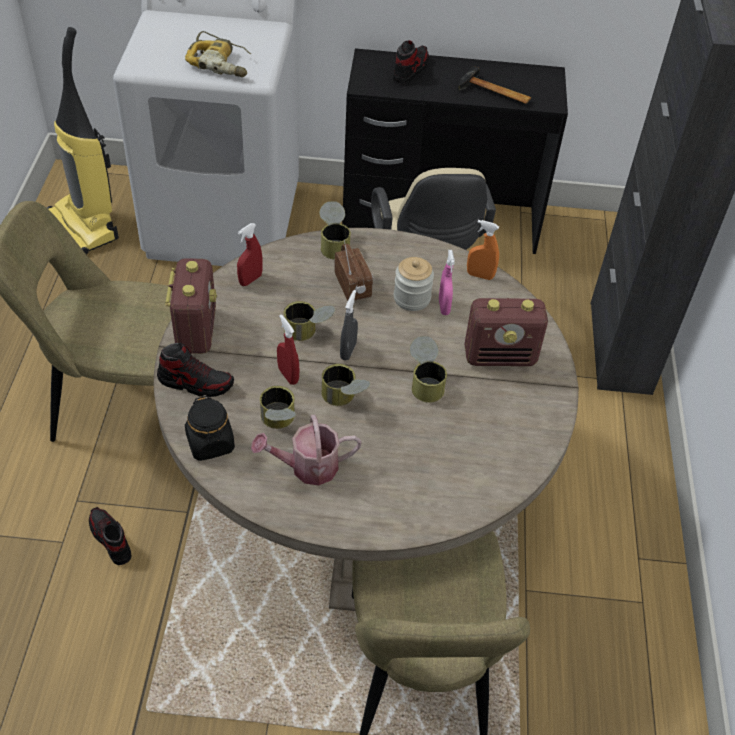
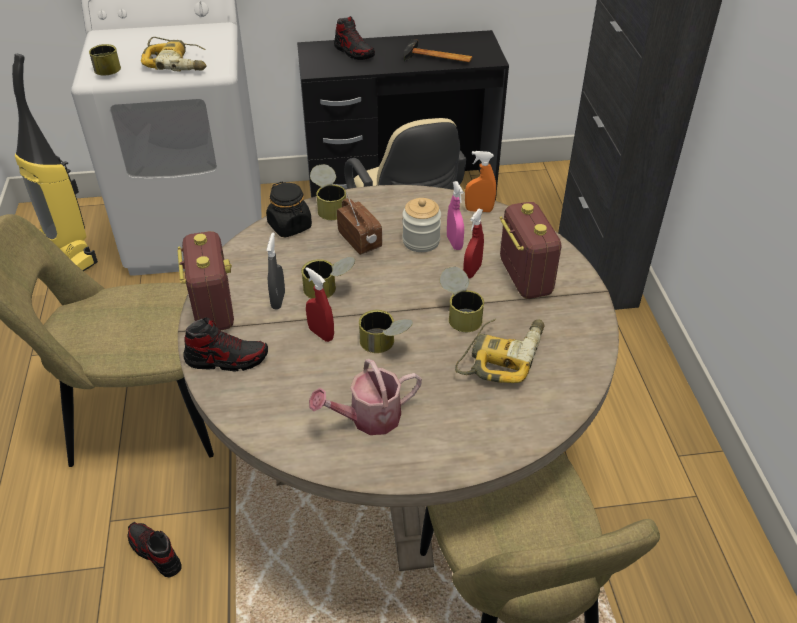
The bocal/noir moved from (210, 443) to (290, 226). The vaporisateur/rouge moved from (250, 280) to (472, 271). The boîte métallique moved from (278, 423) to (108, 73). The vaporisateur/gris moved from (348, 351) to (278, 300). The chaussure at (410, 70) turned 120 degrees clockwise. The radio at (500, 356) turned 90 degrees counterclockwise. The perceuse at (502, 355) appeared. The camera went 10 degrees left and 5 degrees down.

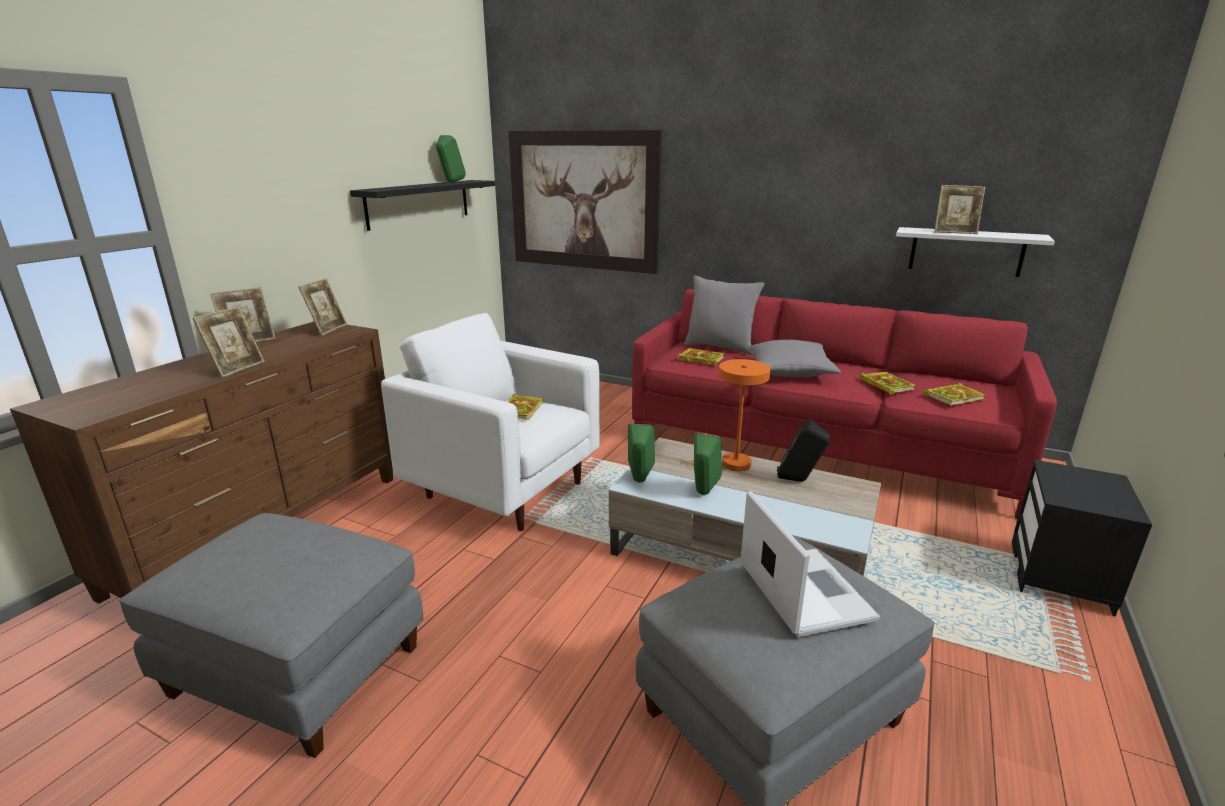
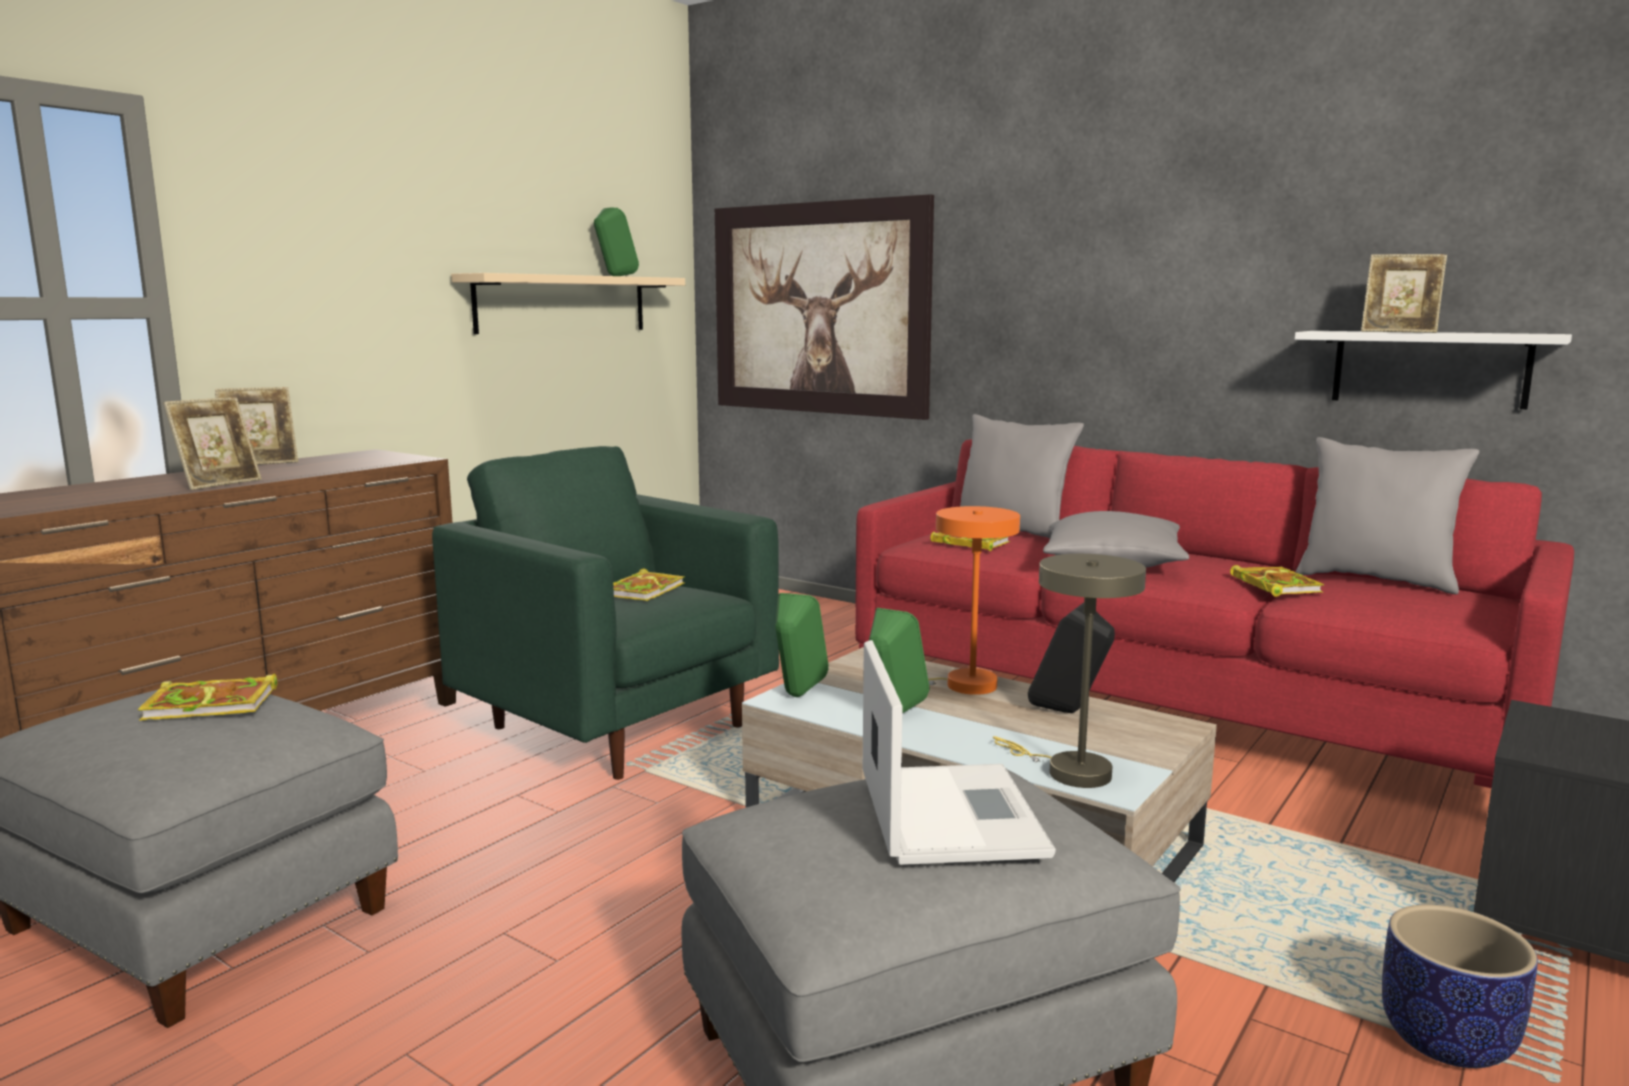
The cadre photo at (328, 329) disappeared. The étagère/noir at (419, 203) became the étagère/beige at (562, 304). The fauteuil/blanc at (504, 489) became the fauteuil/vert at (617, 726). The livre moved from (954, 397) to (214, 704). The lampe de table/beige at (1069, 771) appeared. The coussin/gris at (1376, 580) appeared. The cache-pot at (1444, 1039) appeared. The camera went 10 degrees right and 10 degrees down.

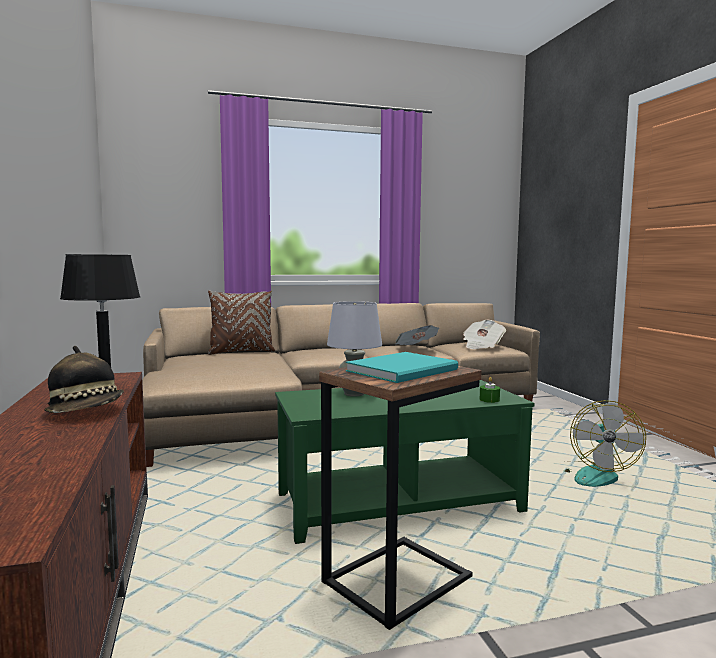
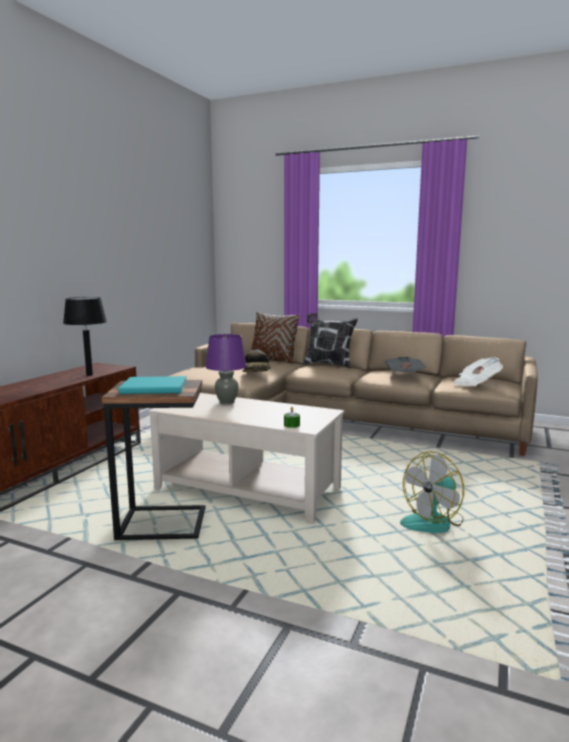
The chapeau moved from (87, 411) to (257, 374). The table basse/vert at (399, 503) became the table basse/beige at (248, 489). The lampe de table/gris at (354, 394) became the lampe de table/violet at (227, 402). The coussin at (328, 364) appeared. The camera went 40 degrees right and 5 degrees up.

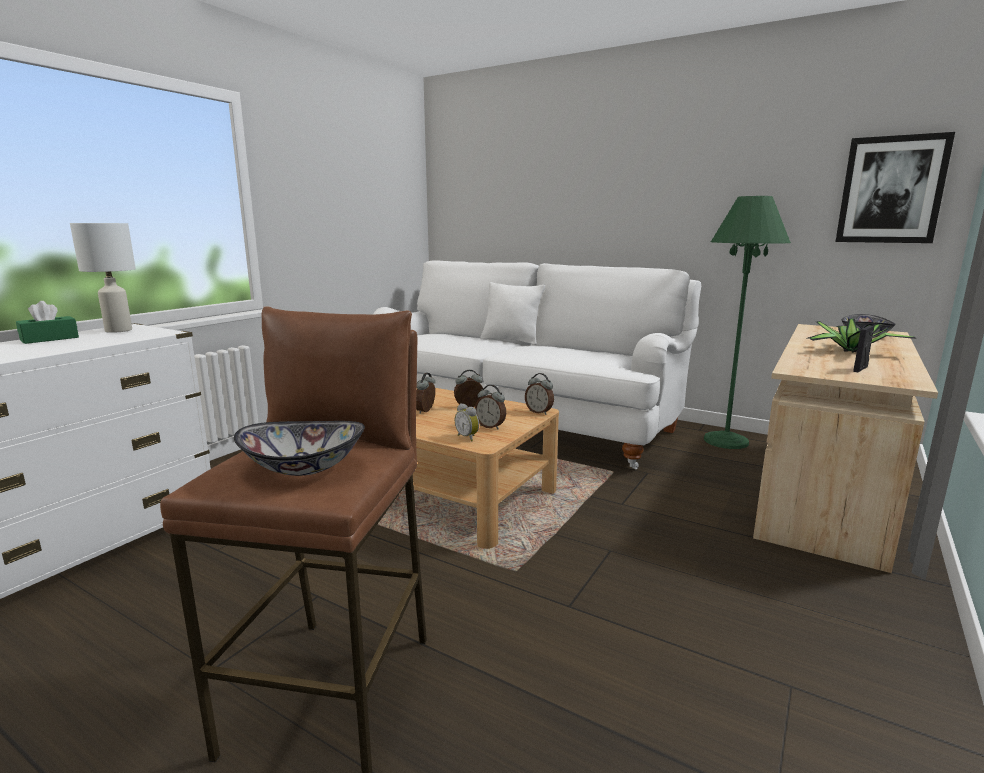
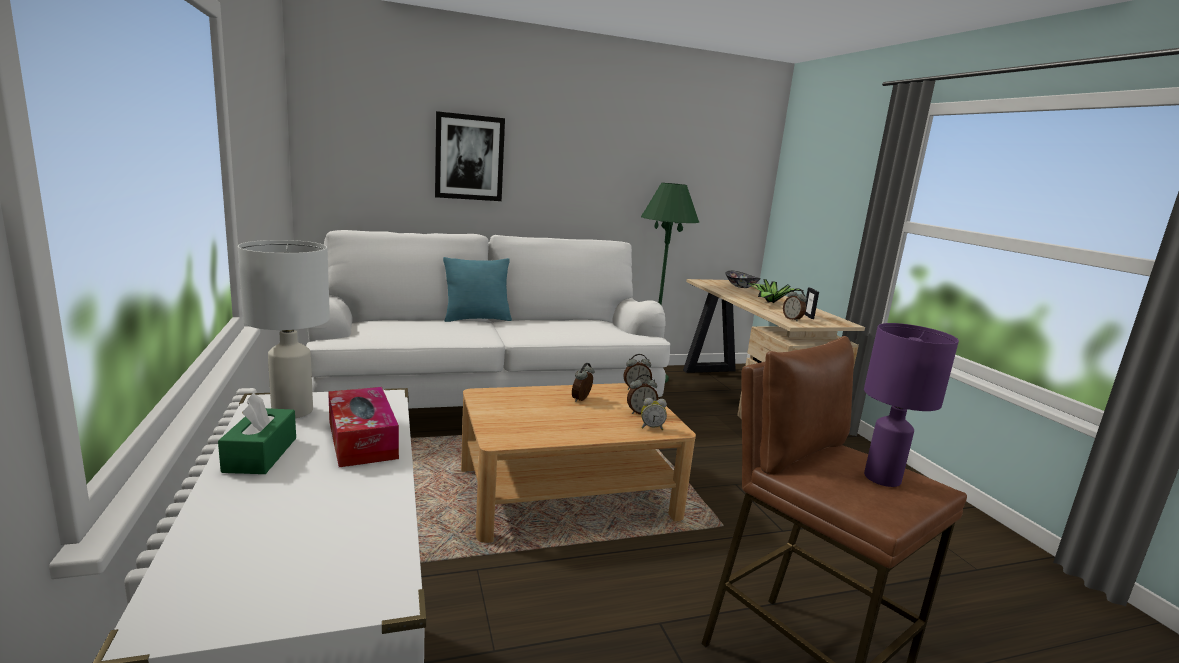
The bol at (303, 468) was replaced by the lampe de table/violet at (883, 479). The réveil moved from (426, 411) to (792, 319). The coussin/blanc at (511, 340) became the coussin/turquoise at (477, 319). The tableau moved from (891, 190) to (469, 157). The boîte à mouchoirs at (362, 439) appeared. The camera went 50 degrees left and 0 degrees up.

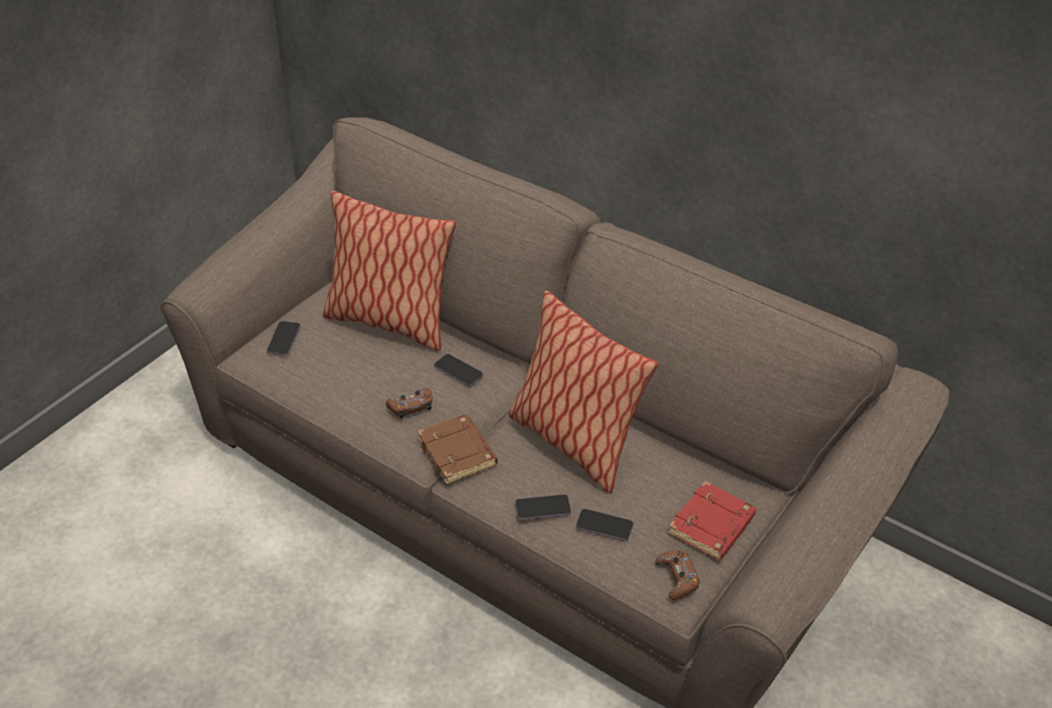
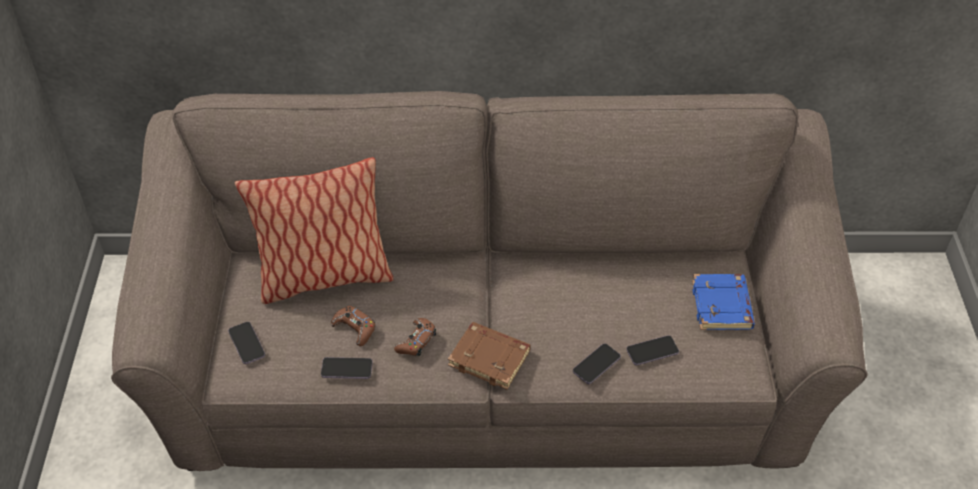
The téléphone moved from (458, 371) to (347, 369). The coussin at (572, 442) disappeared. The manette/marron moved from (677, 578) to (354, 328). The livre/rouge at (712, 526) became the livre/bleu at (723, 306). The camera went 35 degrees left and 5 degrees up.

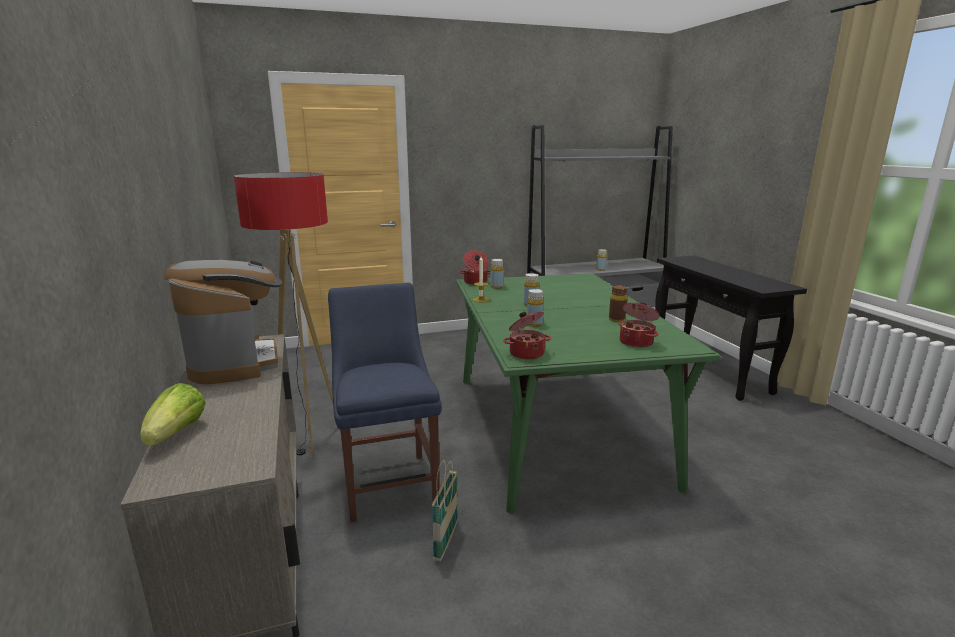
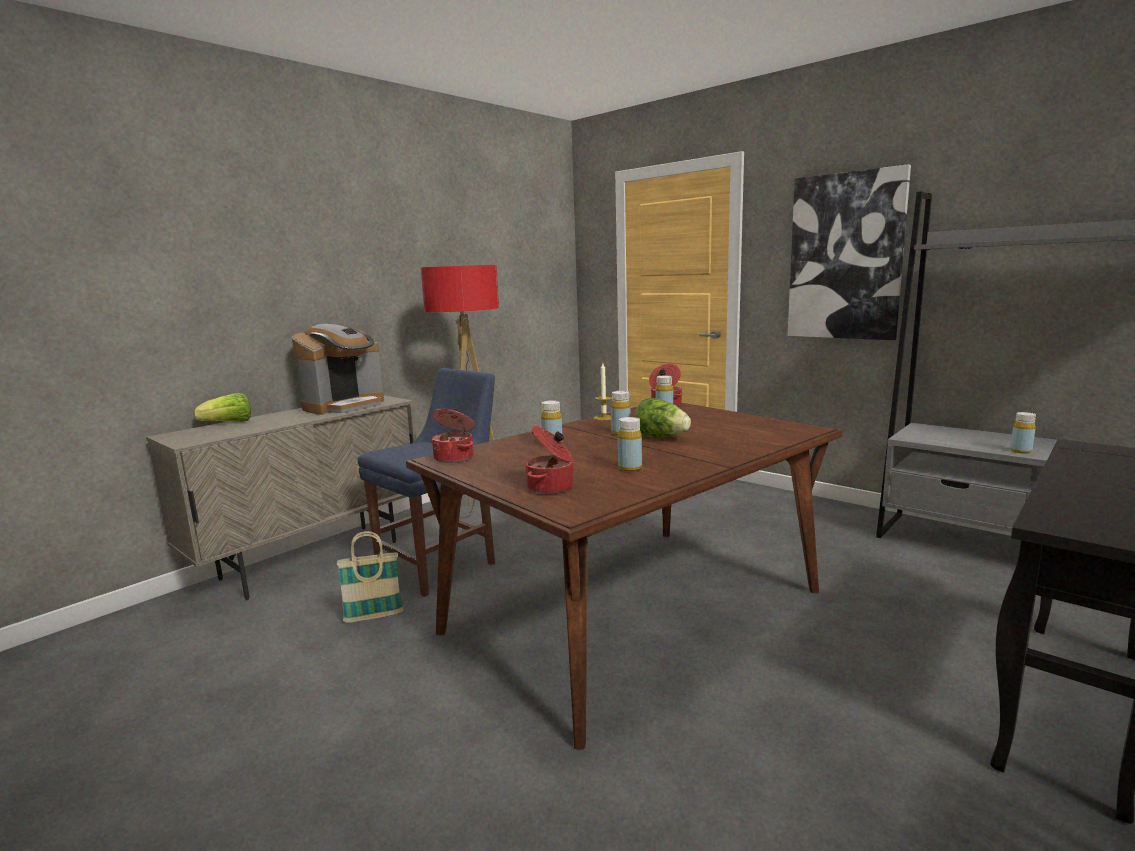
The table à manger/vert at (553, 426) became the table à manger/marron at (635, 610). The bouteille/marron at (616, 320) became the bouteille/jaune at (630, 468). The laitue at (661, 437) appeared. The tableau at (845, 257) appeared. The camera went 60 degrees right and 5 degrees down.

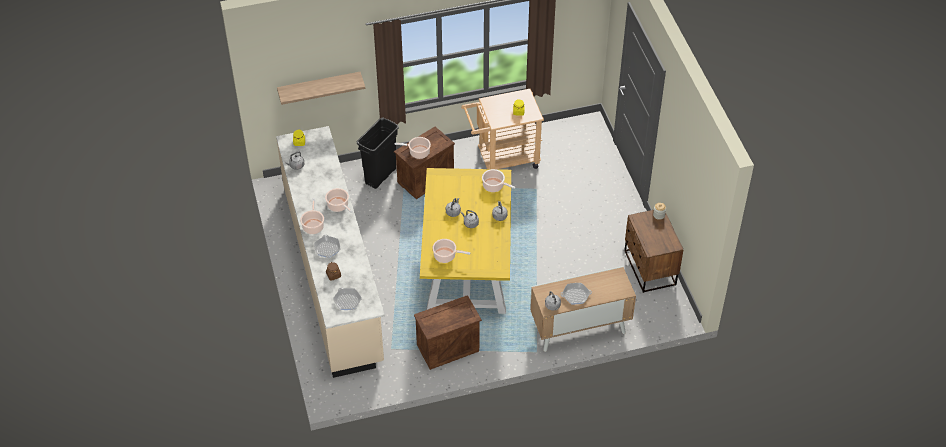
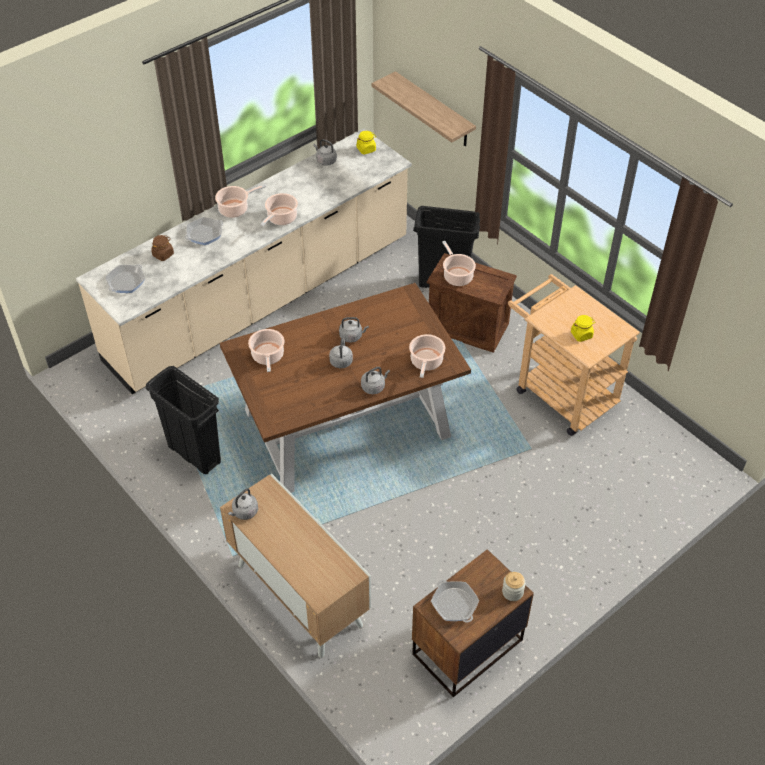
The caisse at (447, 348) was replaced by the poubelle/noir at (194, 454). The table à manger/jaune at (468, 266) became the table à manger/marron at (346, 424). The poêle moved from (575, 295) to (454, 604). The camera went 65 degrees right and 0 degrees up.

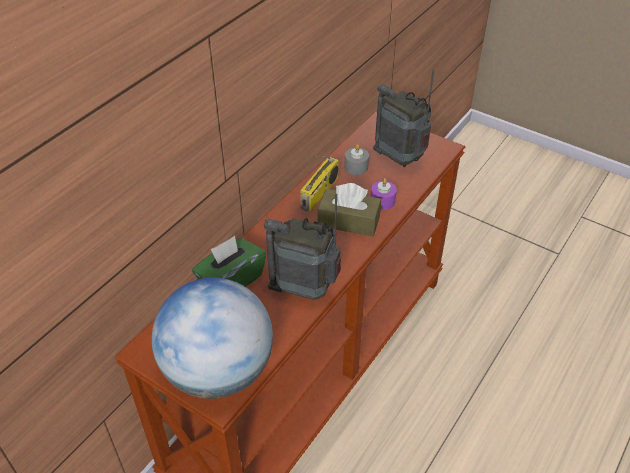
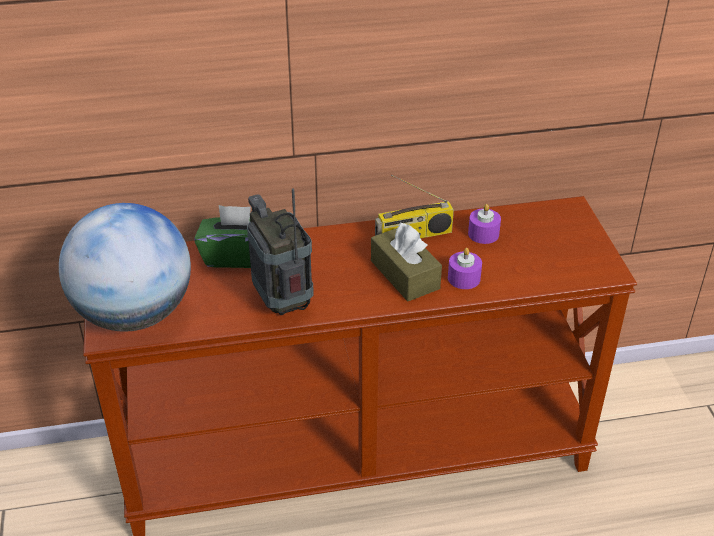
The bougie/gris at (356, 167) became the bougie/violet at (483, 234). The radio at (400, 159) disappeared. The camera went 45 degrees right and 5 degrees down.

